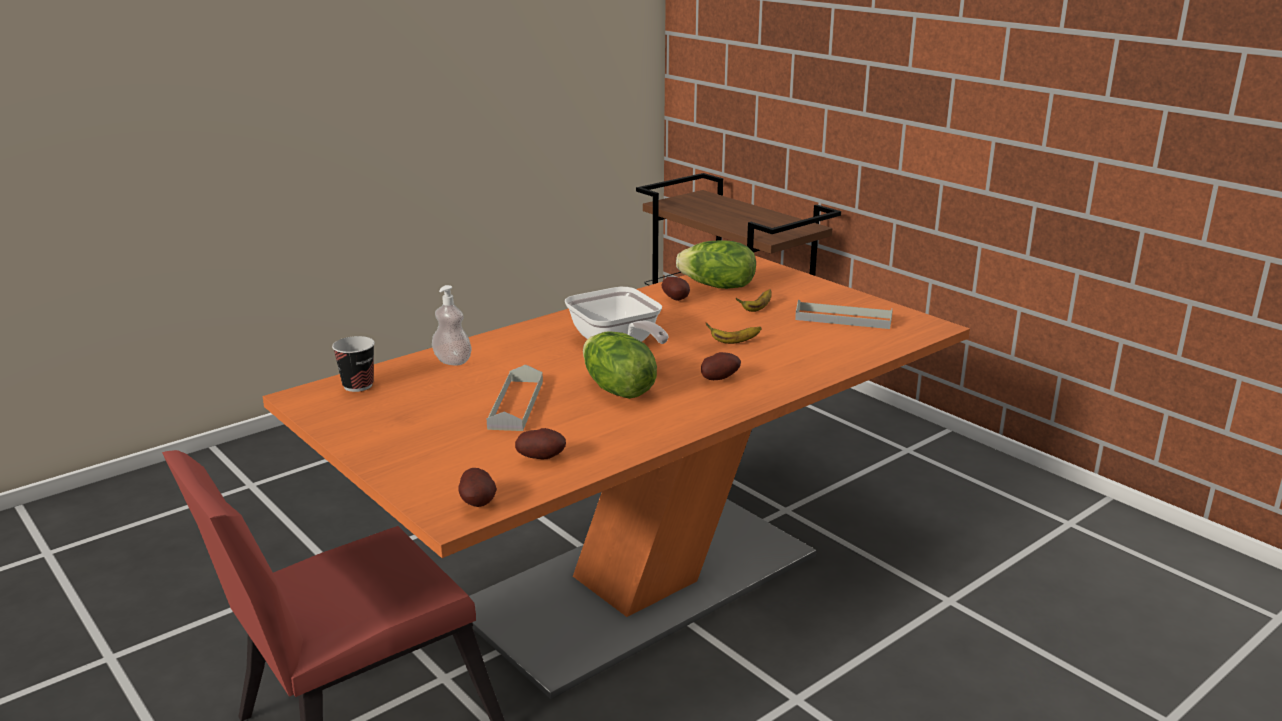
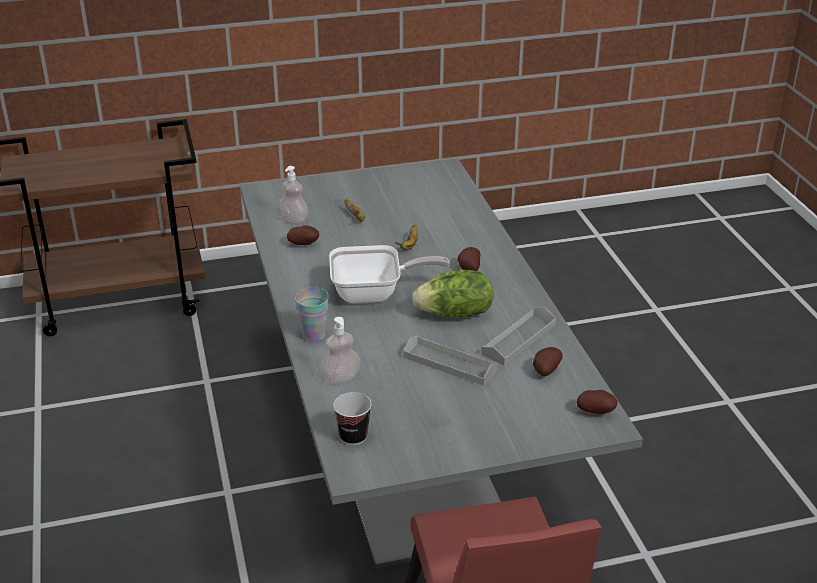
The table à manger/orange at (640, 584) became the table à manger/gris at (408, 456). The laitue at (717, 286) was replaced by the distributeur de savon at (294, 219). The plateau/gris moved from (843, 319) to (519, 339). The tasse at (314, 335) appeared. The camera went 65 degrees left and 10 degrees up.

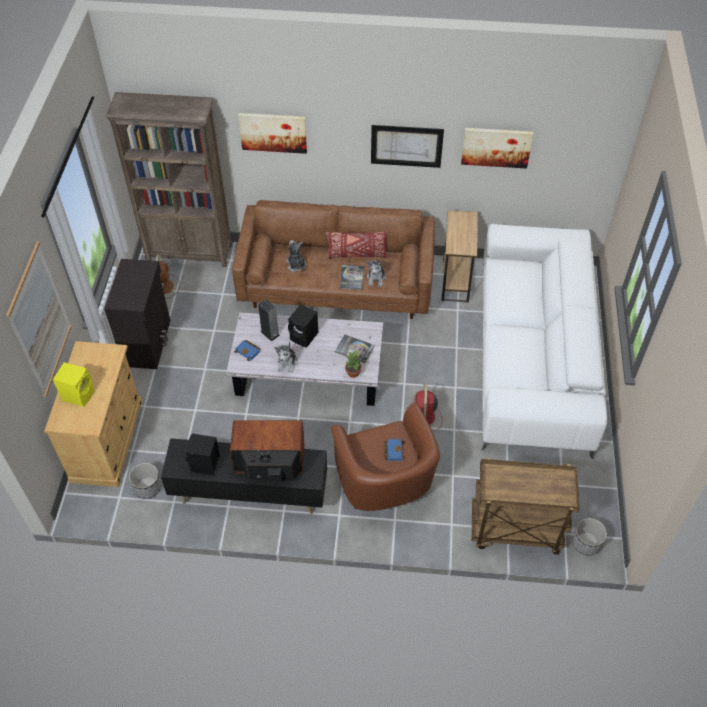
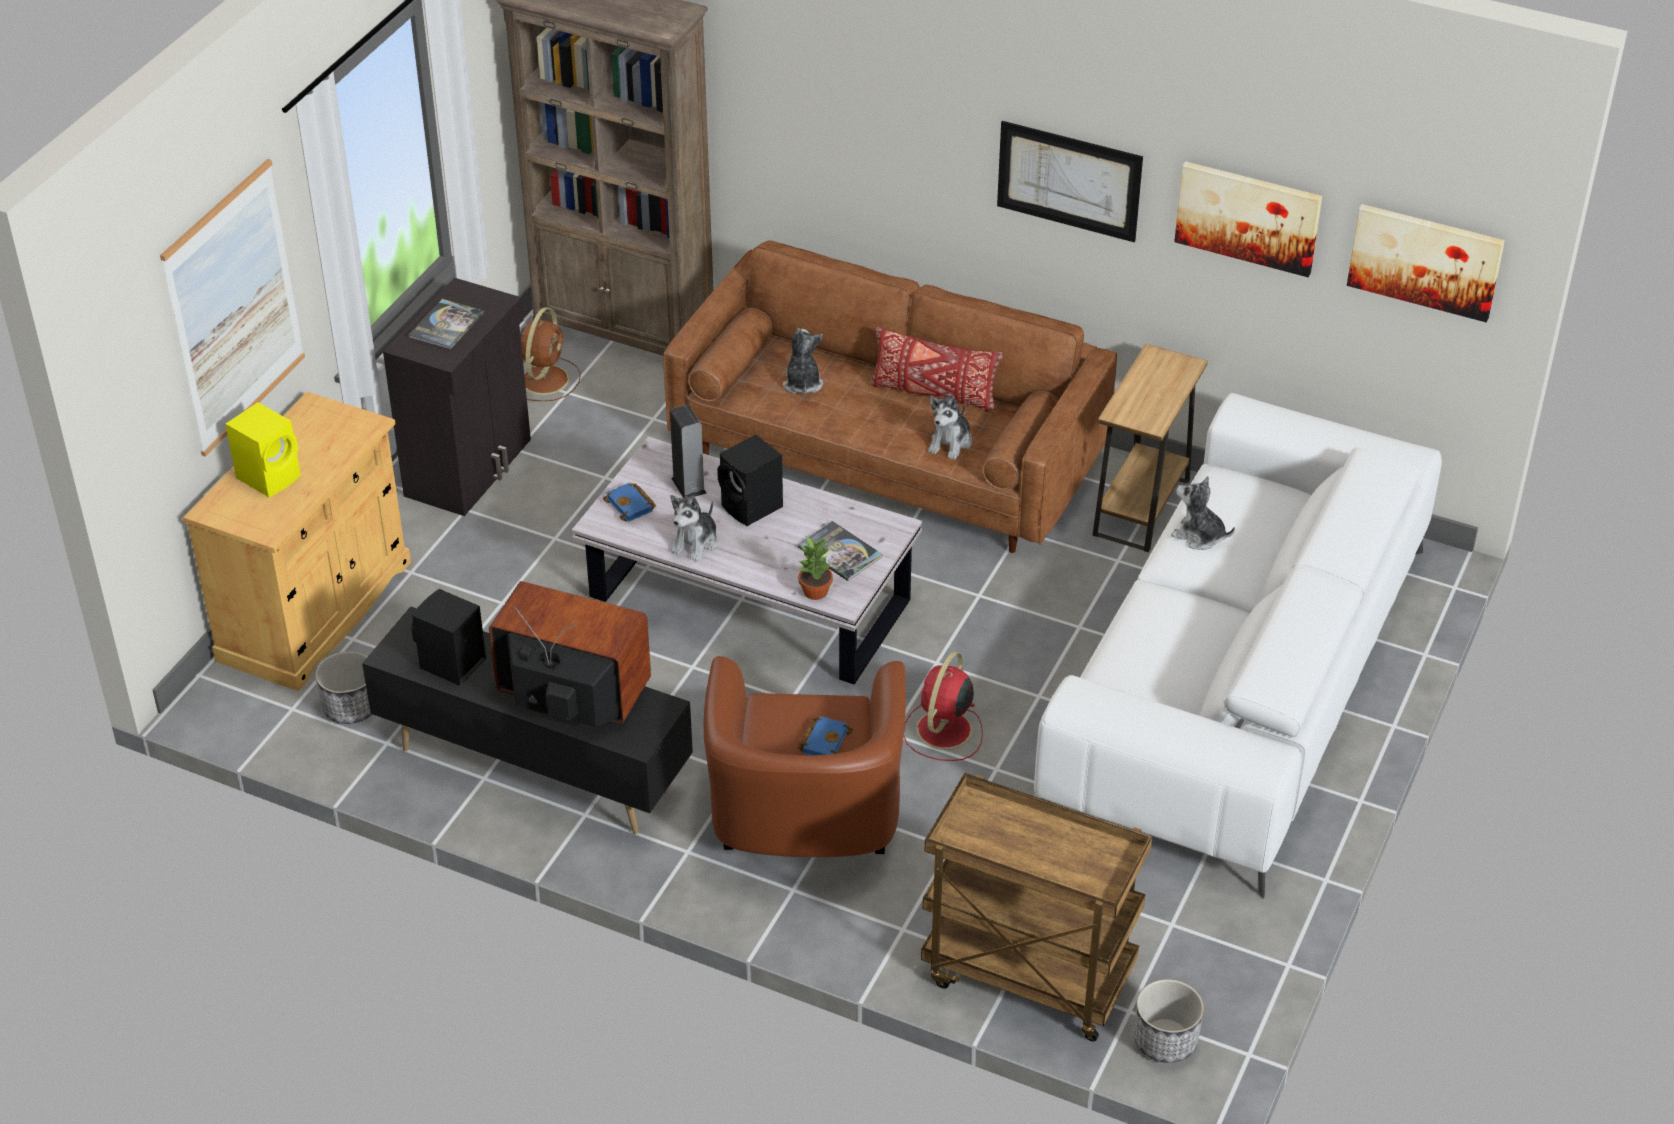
The tableau moved from (273, 132) to (1425, 260). The livre moved from (351, 277) to (446, 325). The peluche at (1199, 536) appeared. The camera went 20 degrees right and 10 degrees down.

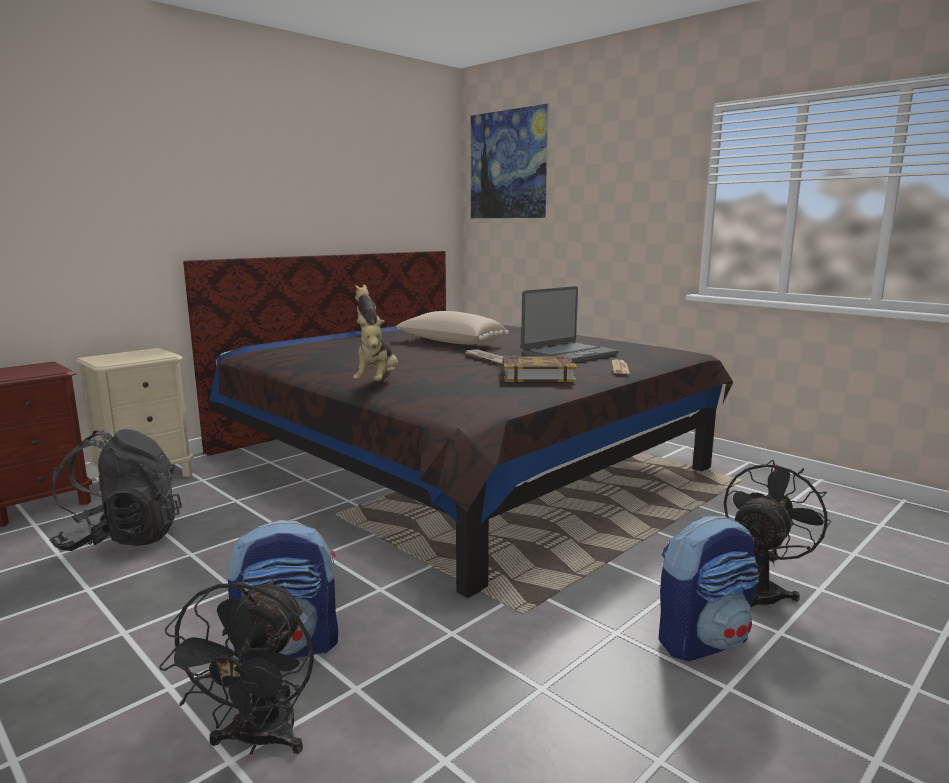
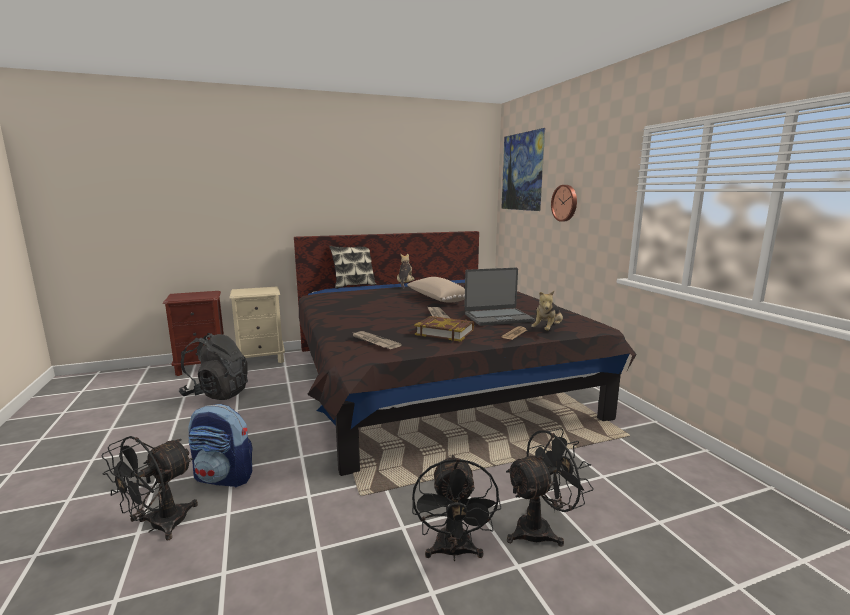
The peluche moved from (378, 382) to (547, 330). The sac à dos at (703, 640) was replaced by the ventilateur/noir at (453, 552). The coussin at (353, 285) appeared. The journal at (374, 341) appeared. The horloge murale at (565, 203) appeared. The camera went 25 degrees right and 0 degrees up.

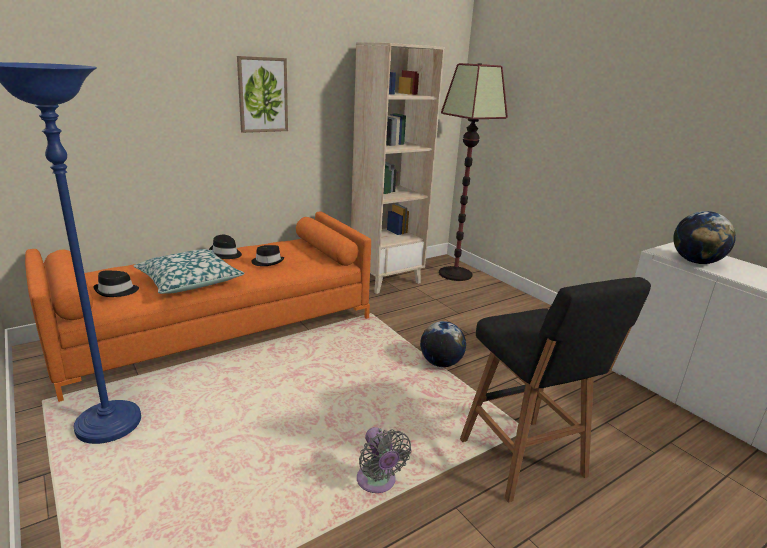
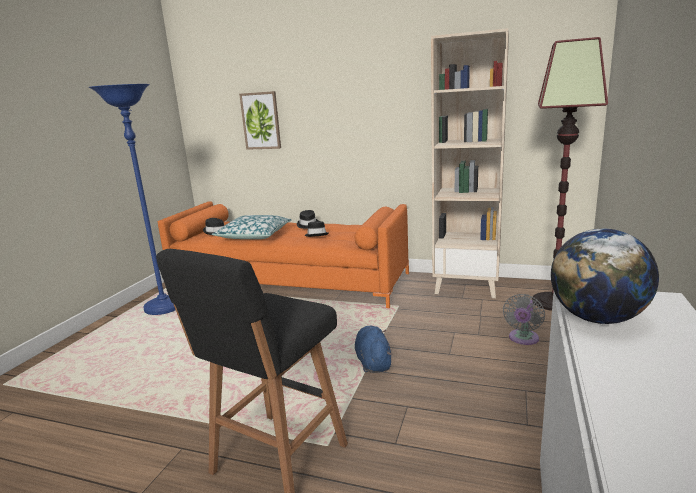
The tableau moved from (262, 95) to (261, 121). The ventilateur/gris moved from (377, 482) to (523, 339). The globe at (440, 363) was replaced by the peluche/bleu at (373, 362). The camera went 55 degrees right and 5 degrees down.

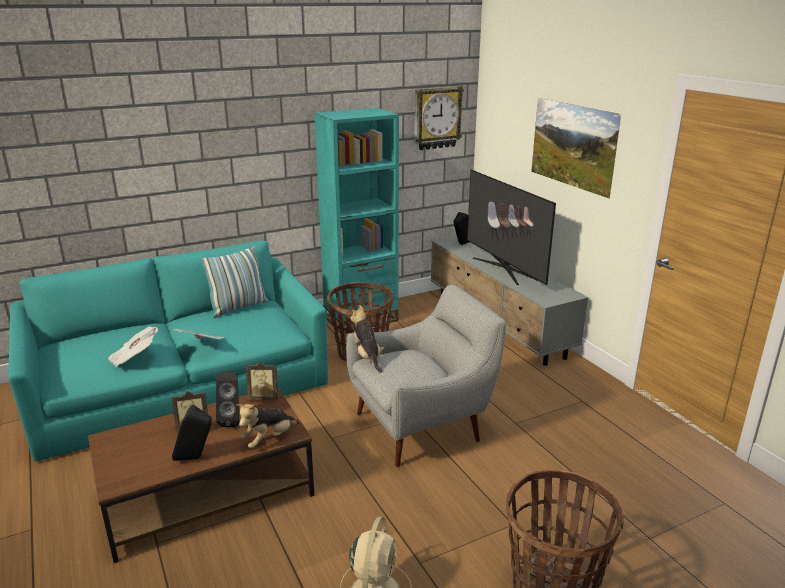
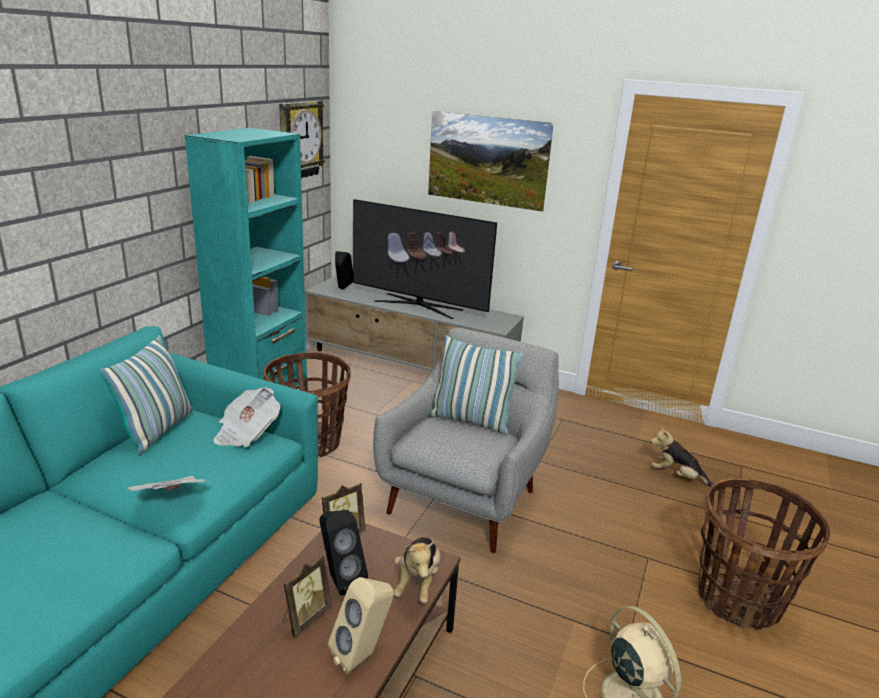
The journal moved from (134, 358) to (246, 433). The enceinte/noir at (195, 458) became the enceinte/beige at (363, 655). The peluche moved from (367, 357) to (676, 476). The coussin at (470, 420) appeared. The camera went 40 degrees left and 0 degrees up.

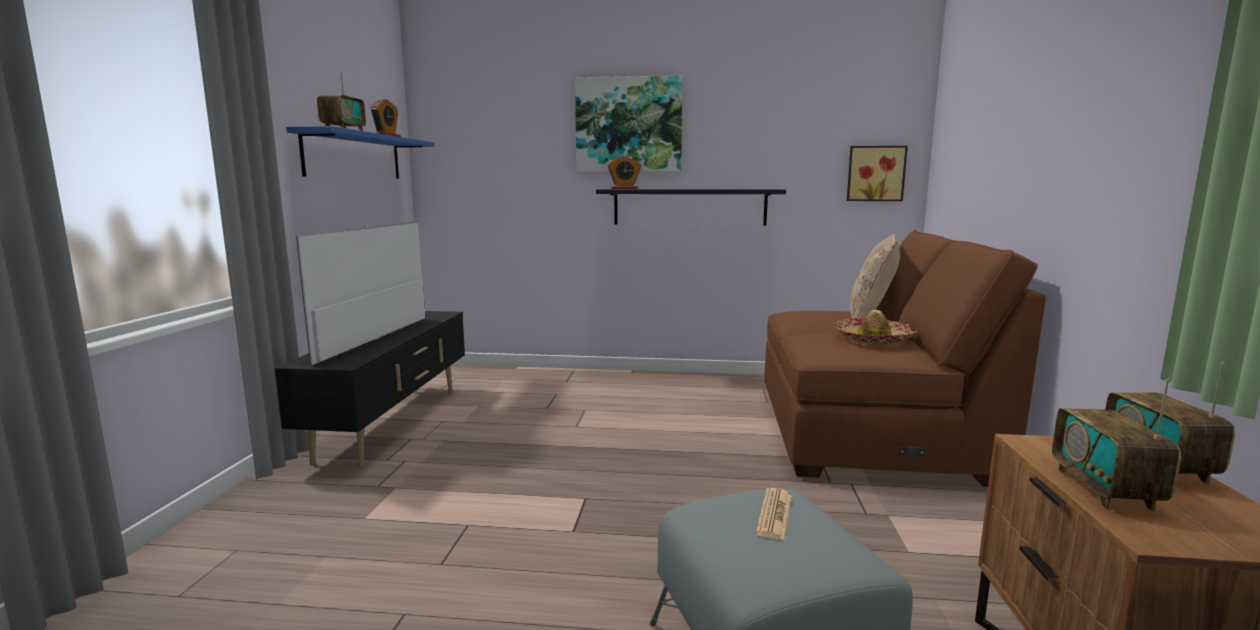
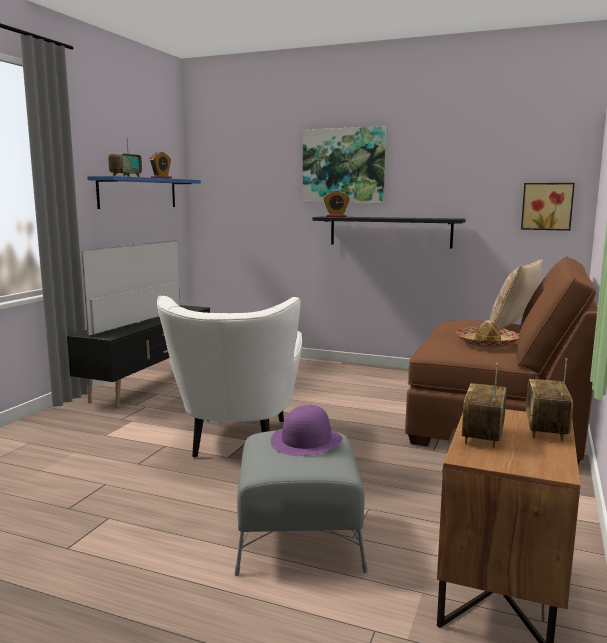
The journal at (774, 514) was replaced by the chapeau/violet at (306, 441). The fauteuil/blanc at (237, 442) appeared. The camera went 15 degrees right and 0 degrees up.

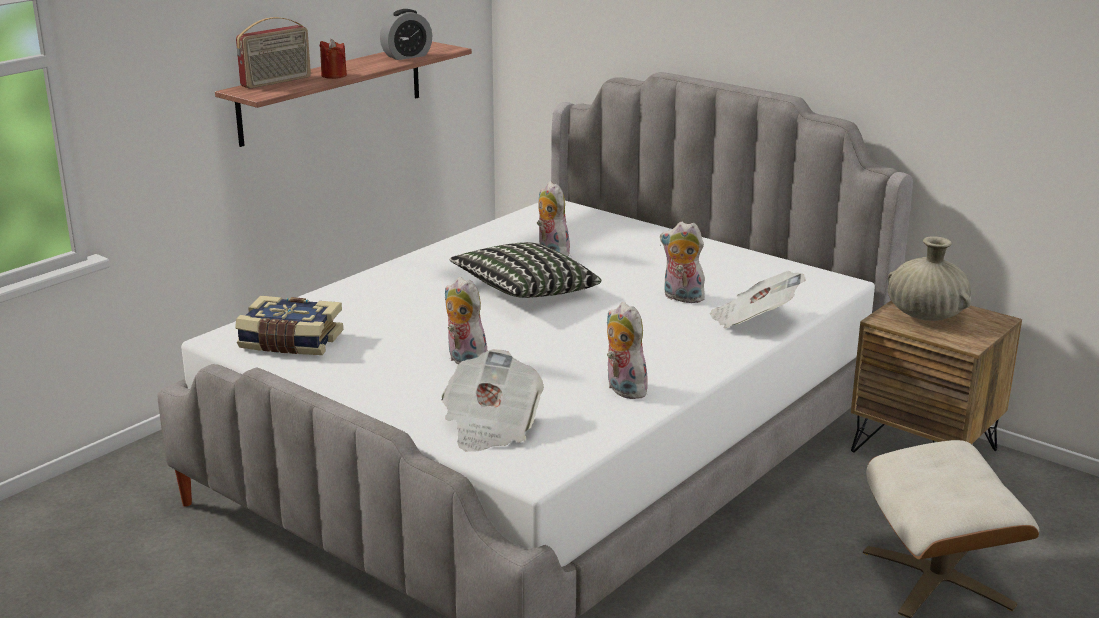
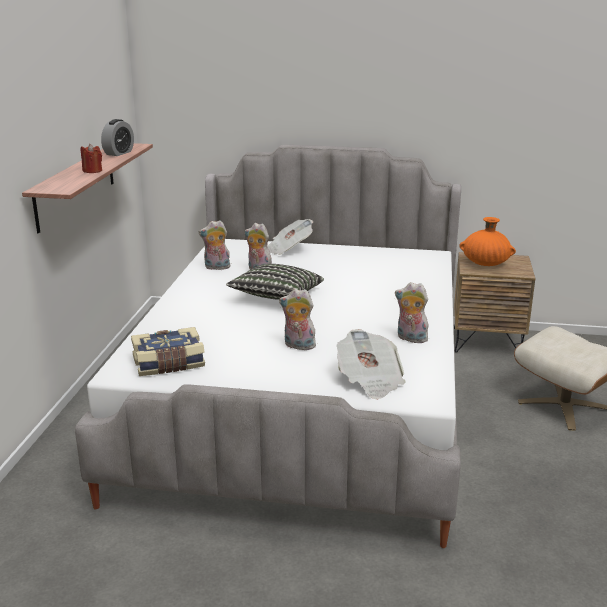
The radio at (277, 82) disappeared. The peluche moved from (681, 298) to (216, 268). The journal moved from (753, 321) to (288, 250). The vase/beige at (925, 315) became the vase/orange at (485, 263). The camera went 30 degrees left and 0 degrees up.

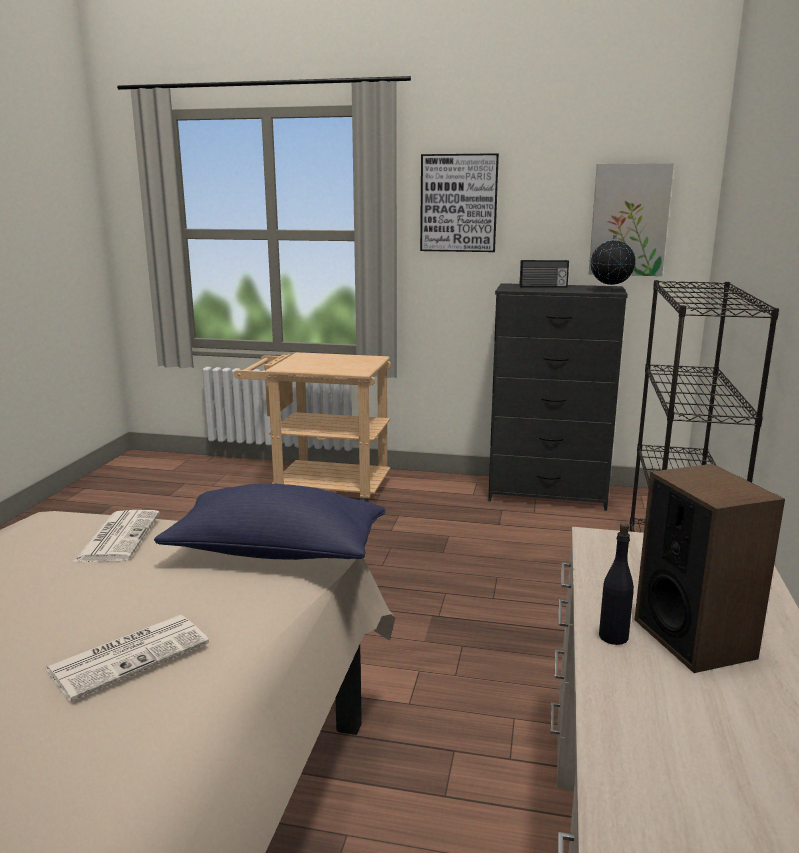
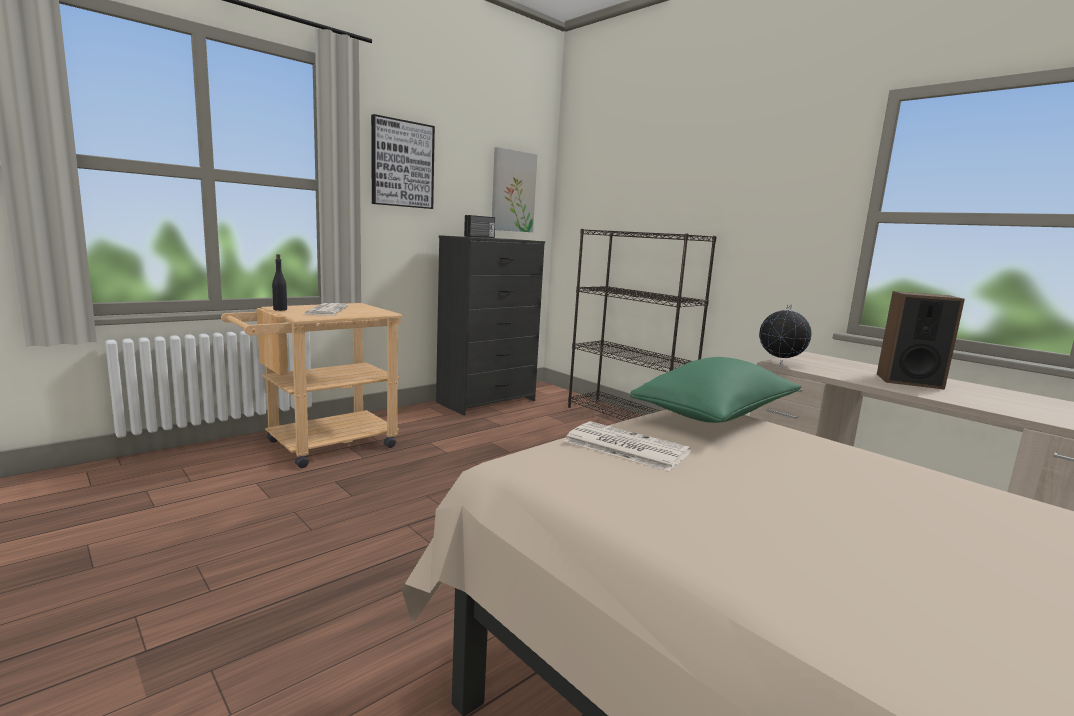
The journal moved from (130, 655) to (326, 310). The coussin/bleu at (276, 552) became the coussin/vert at (716, 416). The globe moved from (610, 290) to (780, 364). The bouteille/noir moved from (613, 636) to (280, 309). The camera went 55 degrees left and 5 degrees down.

